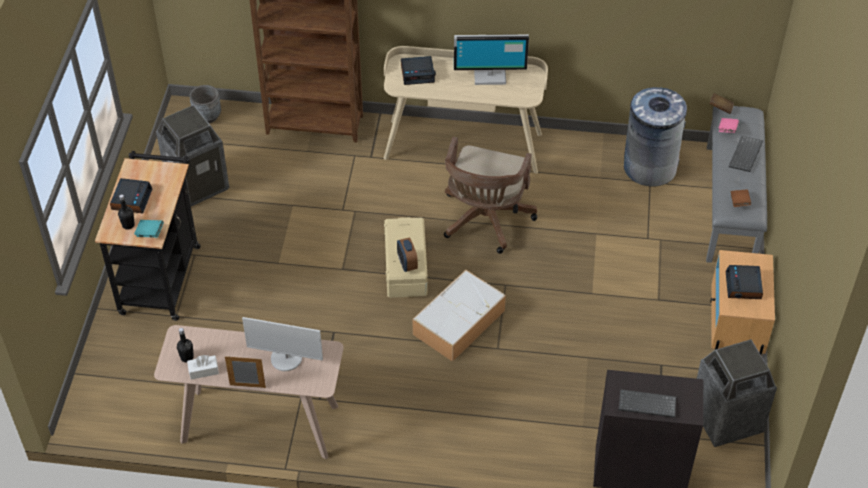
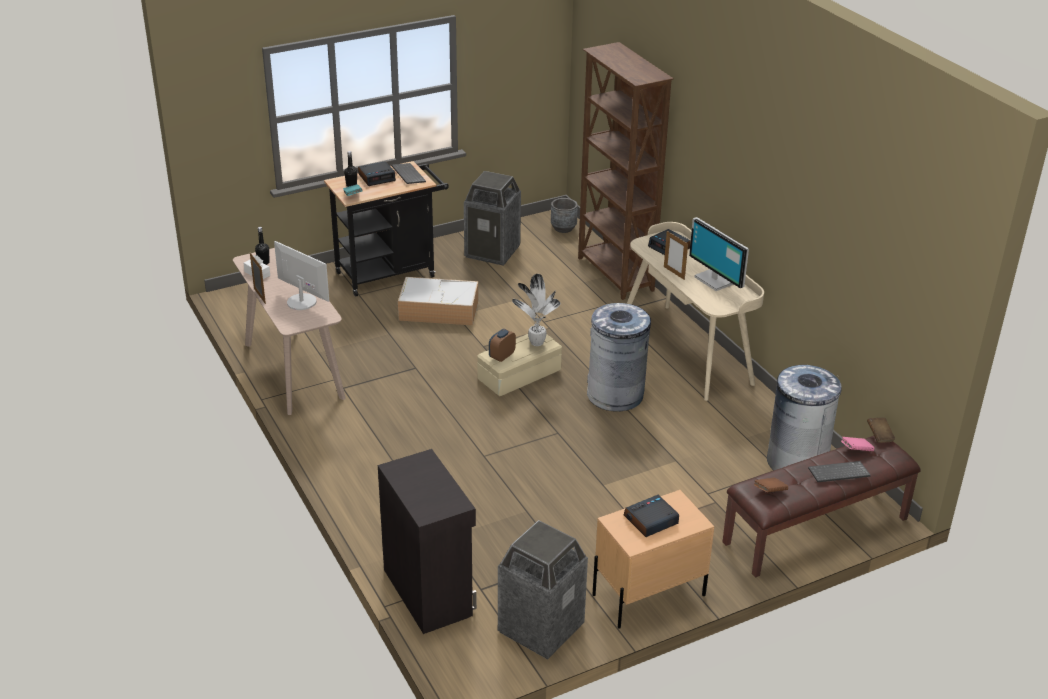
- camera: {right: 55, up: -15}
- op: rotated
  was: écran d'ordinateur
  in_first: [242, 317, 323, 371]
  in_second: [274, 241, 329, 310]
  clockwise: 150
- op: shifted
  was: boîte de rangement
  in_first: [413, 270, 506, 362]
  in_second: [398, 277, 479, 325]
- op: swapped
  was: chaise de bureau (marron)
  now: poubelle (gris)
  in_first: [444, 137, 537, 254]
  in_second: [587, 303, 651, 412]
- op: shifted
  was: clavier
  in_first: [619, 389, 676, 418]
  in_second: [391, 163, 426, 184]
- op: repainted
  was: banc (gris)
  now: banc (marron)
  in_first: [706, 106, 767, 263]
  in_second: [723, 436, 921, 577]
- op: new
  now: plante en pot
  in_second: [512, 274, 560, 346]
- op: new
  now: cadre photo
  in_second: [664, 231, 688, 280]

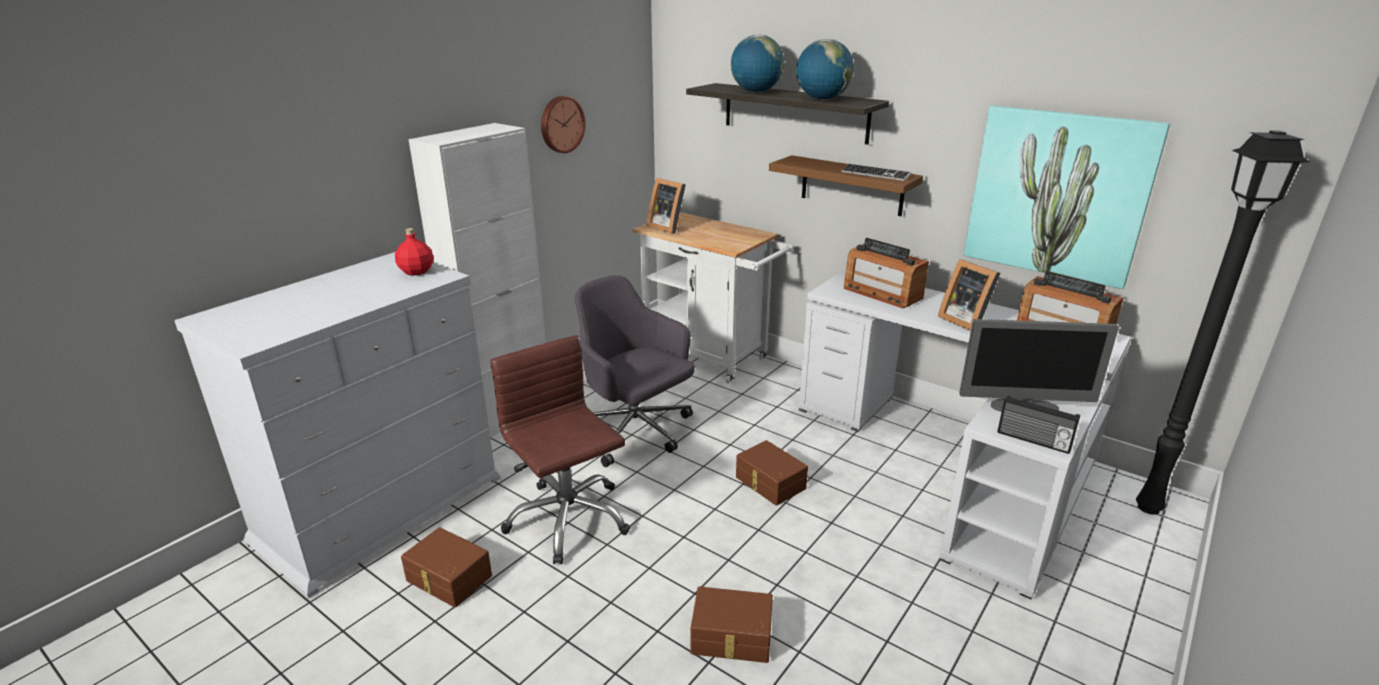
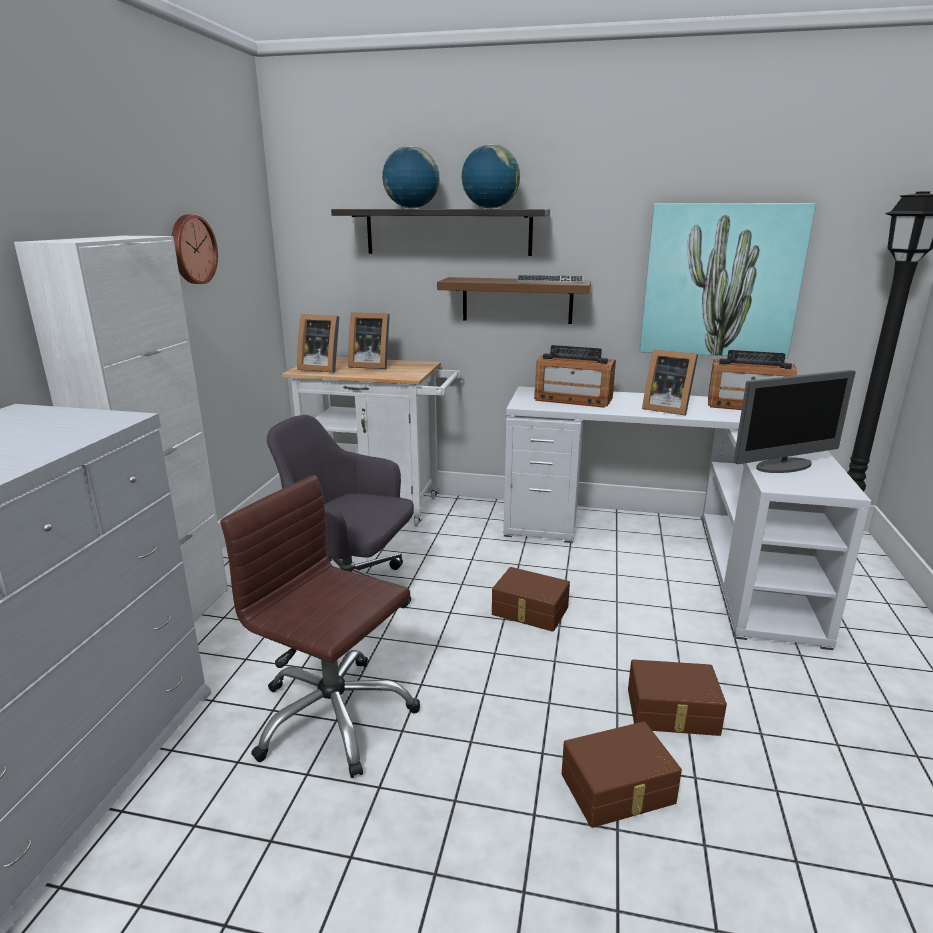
- camera: {right: -25, up: -5}
- op: gone
  was: bouteille (rouge)
  in_first: [395, 228, 433, 276]
- op: shifted
  was: boîte de rangement (marron)
  in_first: [401, 527, 492, 607]
  in_second: [628, 659, 727, 736]
- op: gone
  was: radio
  in_first: [997, 395, 1080, 454]
- op: new
  now: cadre photo
  in_second: [348, 313, 390, 369]

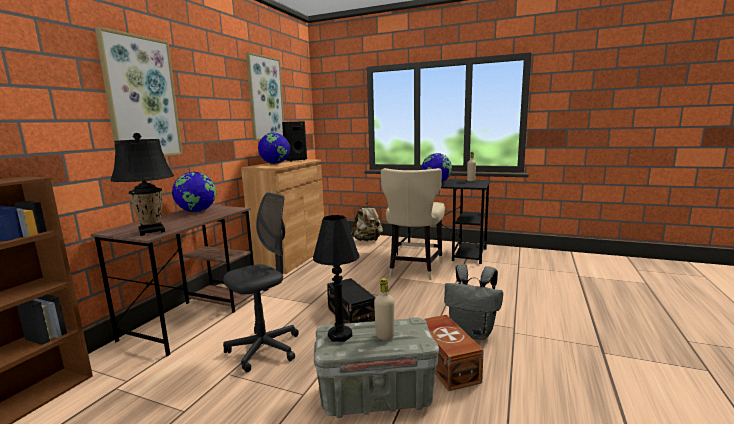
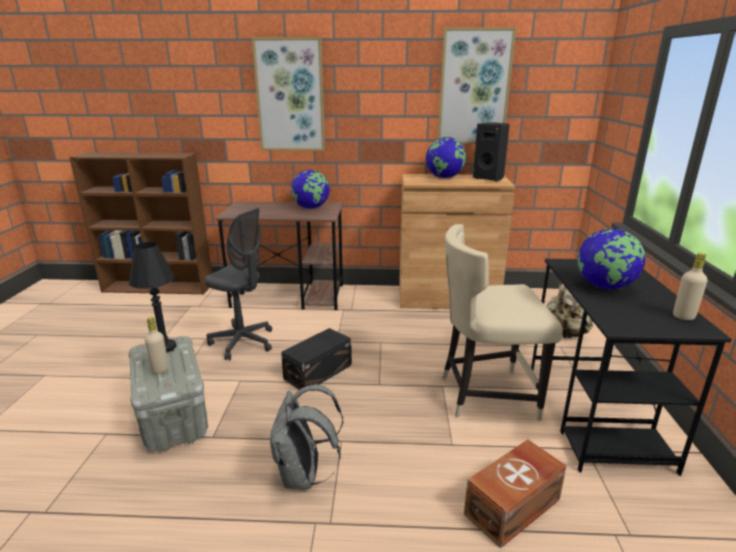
- camera: {right: 70, up: 10}
- op: gone
  was: lampe de table (noir)
  in_first: [110, 133, 174, 236]
- op: shifted
  was: boîte de rangement (marron)
  in_first: [424, 315, 484, 391]
  in_second: [464, 439, 567, 548]

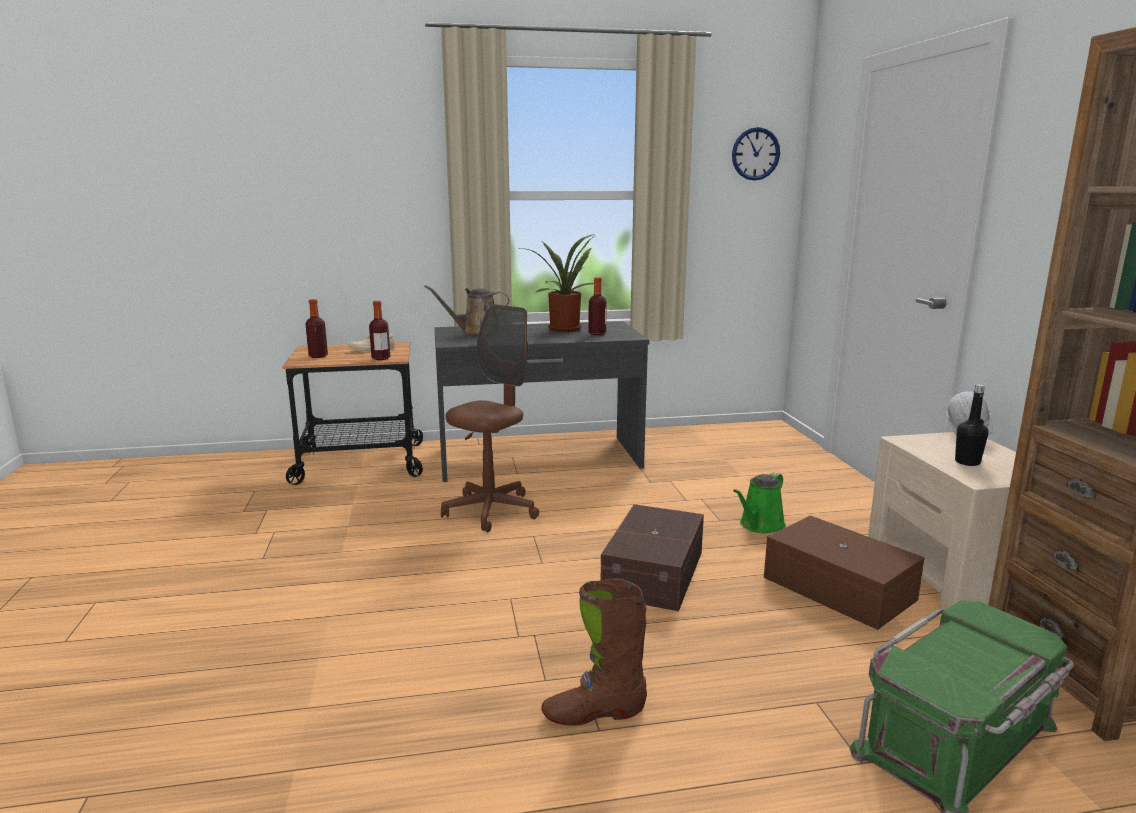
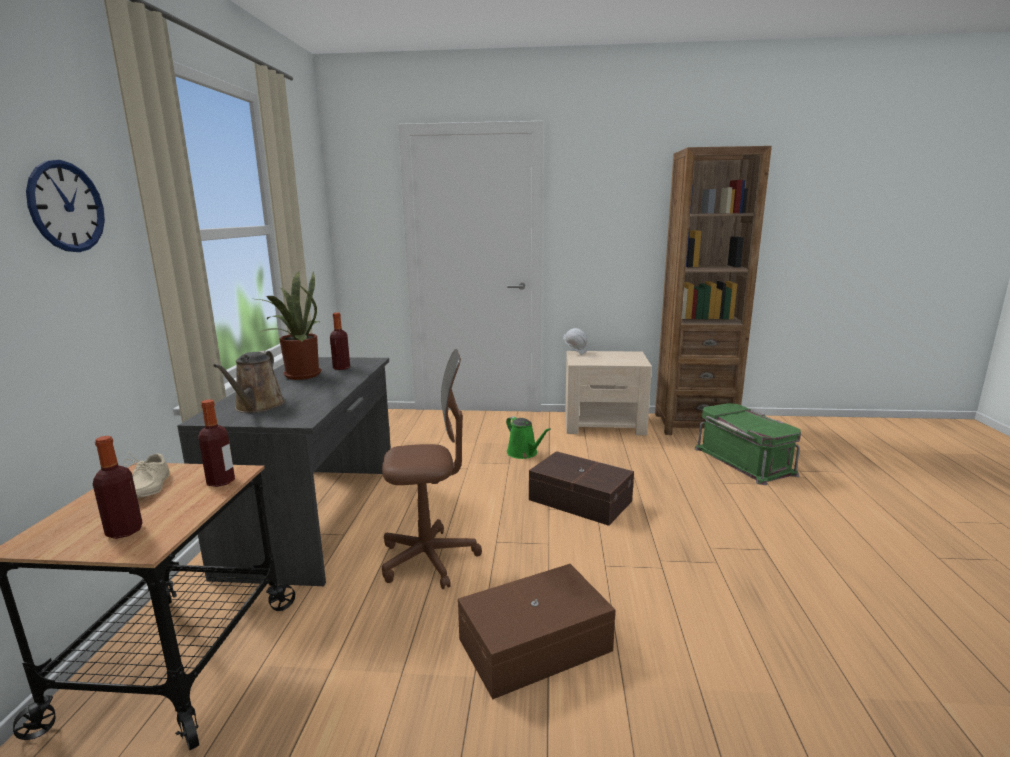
- camera: {right: -75, up: 0}
- op: rotated
  was: chaise de bureau (marron)
  in_first: [441, 304, 539, 532]
  in_second: [382, 349, 482, 589]
  clockwise: 120
- op: gone
  was: botte (marron)
  in_first: [541, 578, 647, 726]
- op: shifted
  was: horloge murale
  in_first: [732, 127, 780, 181]
  in_second: [26, 160, 105, 252]
- op: shifted
  was: boîte de rangement (marron)
  in_first: [764, 515, 925, 630]
  in_second: [458, 564, 615, 699]
- op: gone
  was: bouteille (noir)
  in_first: [955, 384, 988, 466]

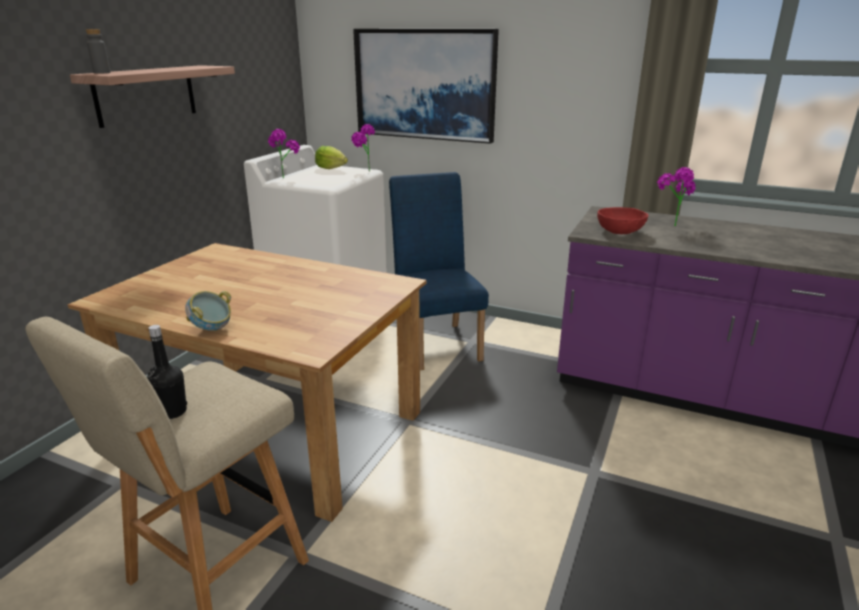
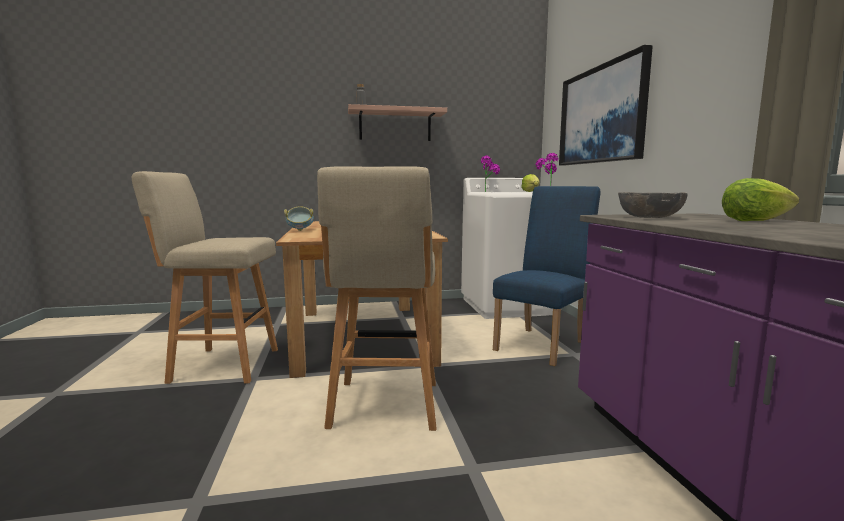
- camera: {right: 55, up: -15}
- op: gone
  was: bouteille (noir)
  in_first: [147, 325, 187, 419]
- op: repainted
  was: bol (rouge)
  now: bol (gris)
  in_first: [597, 207, 648, 234]
  in_second: [618, 192, 687, 218]
- op: swapped
  was: plante en pot
  now: laitue
  in_first: [657, 167, 696, 226]
  in_second: [722, 178, 799, 221]
- op: new
  now: tabouret (beige)
  in_second: [317, 166, 436, 431]

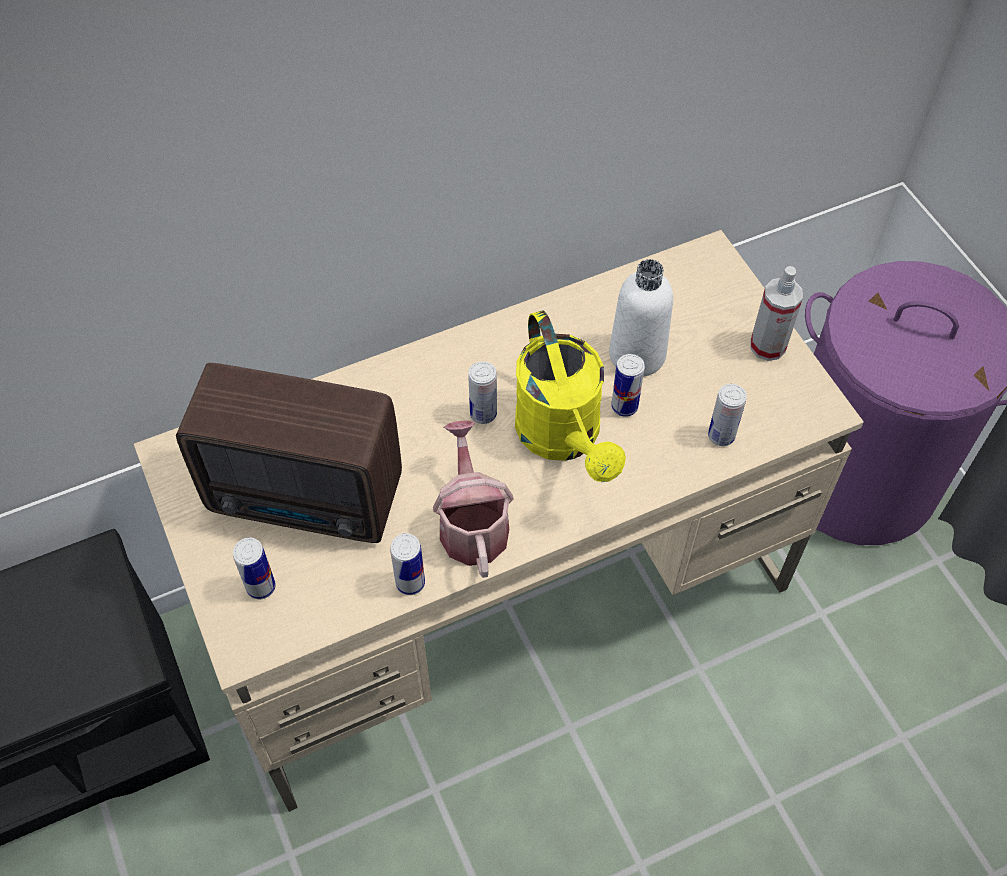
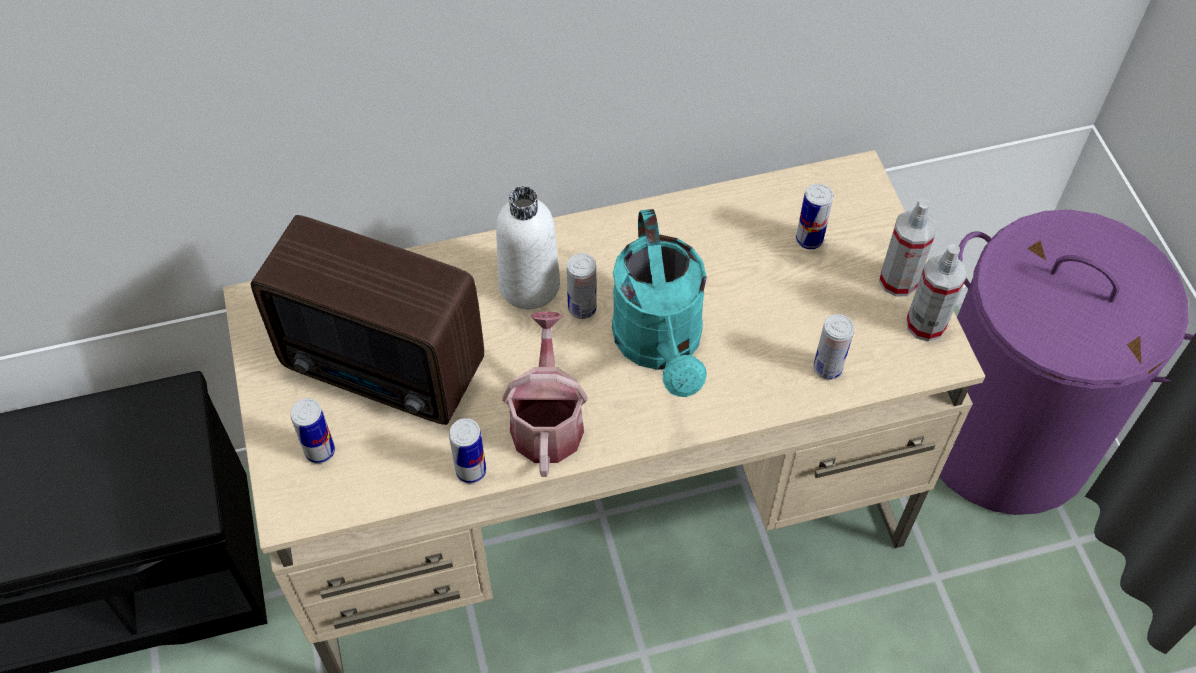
- camera: {right: 10, up: 0}
- op: repainted
  was: arrosoir (jaune)
  now: arrosoir (turquoise)
  in_first: [515, 310, 626, 482]
  in_second: [612, 209, 707, 397]
- op: shifted
  was: bouteille (blanc)
  in_first: [609, 259, 673, 377]
  in_second: [496, 186, 560, 309]
- op: shifted
  was: boîte métallique
  in_first: [611, 354, 645, 417]
  in_second: [796, 183, 834, 249]
- op: new
  now: vaporisateur
  in_second: [906, 244, 967, 342]

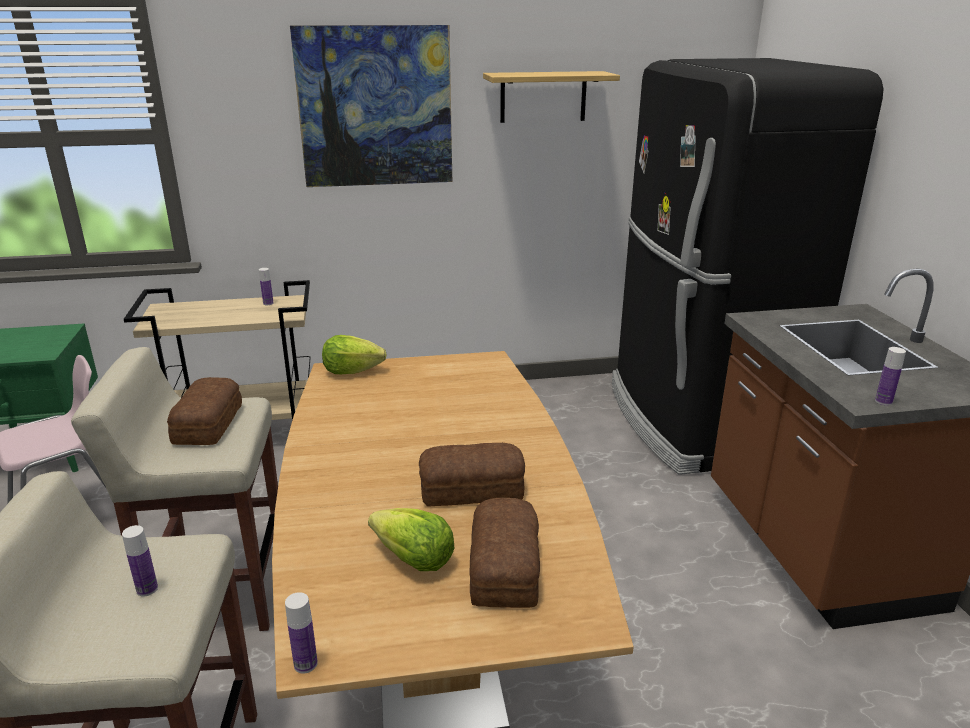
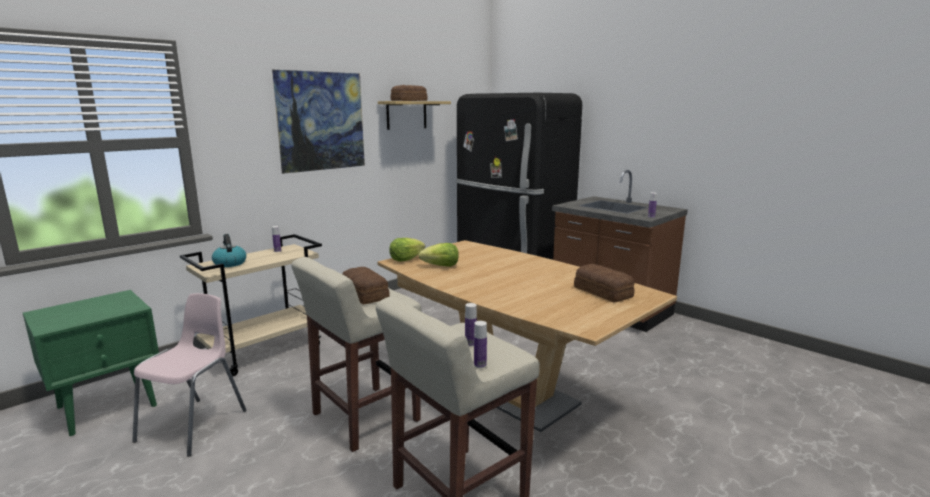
- camera: {right: -35, up: -10}
- op: shifted
  was: bouteille
  in_first: [285, 592, 318, 673]
  in_second: [474, 321, 487, 368]
- op: shifted
  was: laitue
  in_first: [368, 508, 455, 571]
  in_second: [418, 243, 458, 267]
- op: shifted
  was: pain
  in_first: [419, 443, 525, 507]
  in_second: [390, 85, 428, 101]
- op: new
  now: bouilloire
  in_second: [212, 234, 246, 267]

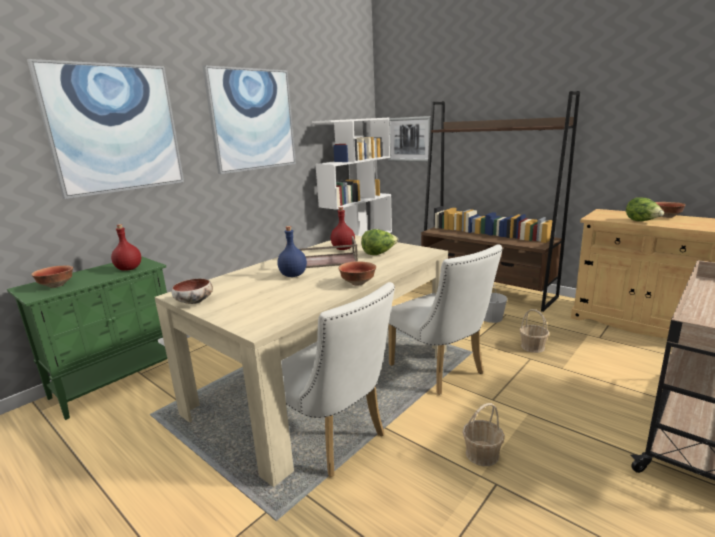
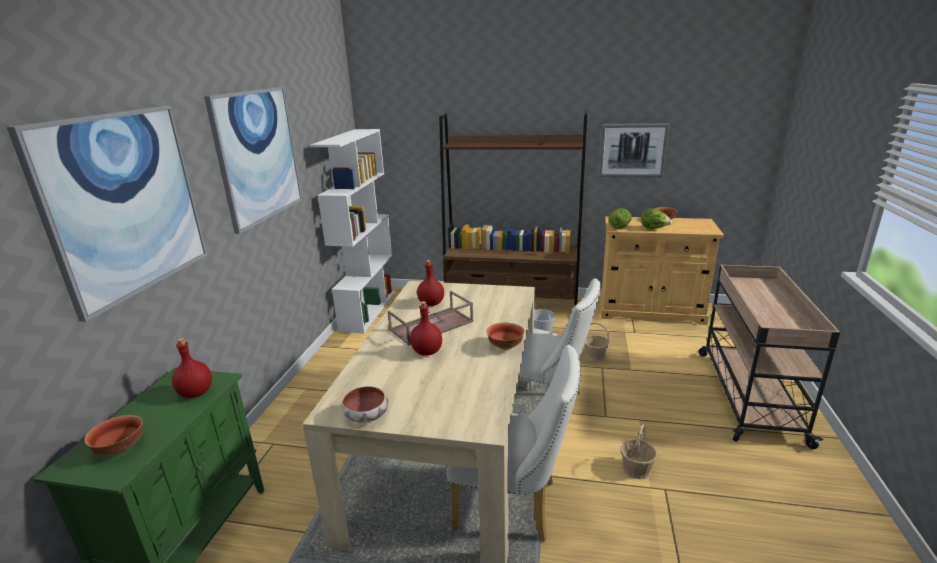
- camera: {right: -30, up: 5}
- op: repainted
  was: bouteille (bleu)
  now: bouteille (rouge)
  in_first: [278, 226, 307, 277]
  in_second: [410, 301, 442, 356]
- op: shifted
  was: laitue
  in_first: [361, 229, 398, 255]
  in_second: [609, 208, 632, 229]
- op: shifted
  was: tableau
  in_first: [388, 116, 432, 162]
  in_second: [599, 123, 670, 178]

